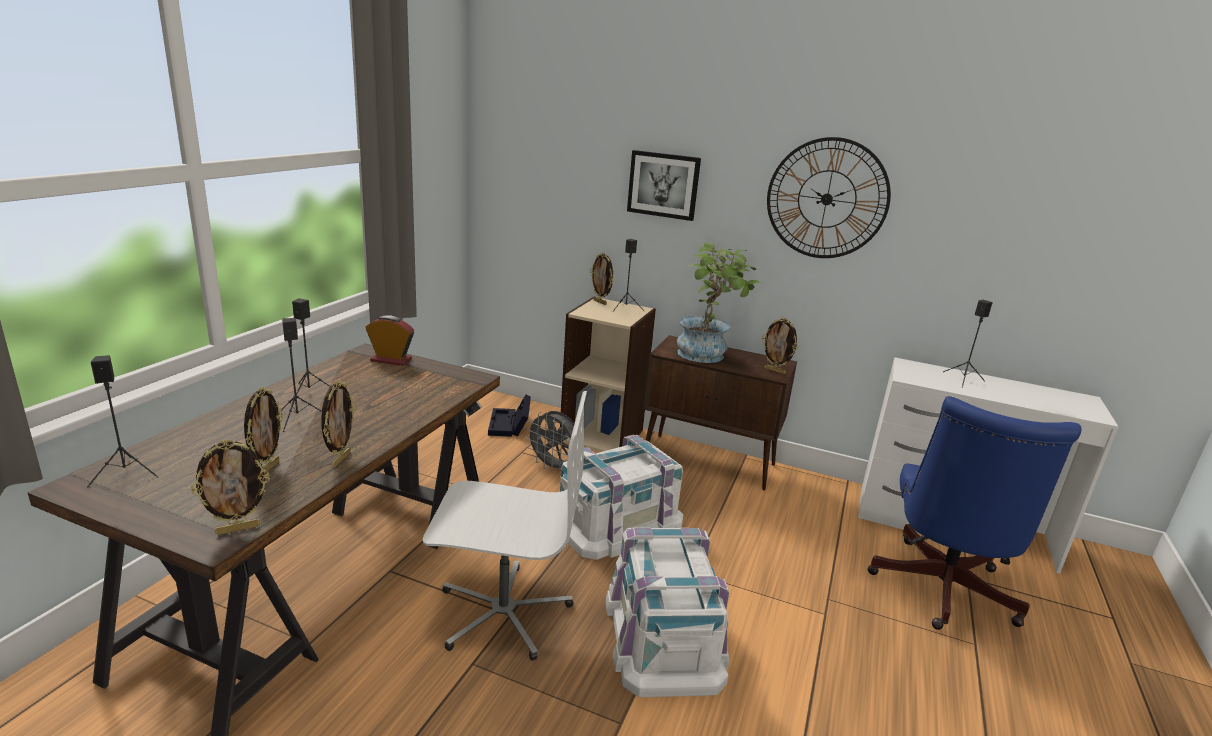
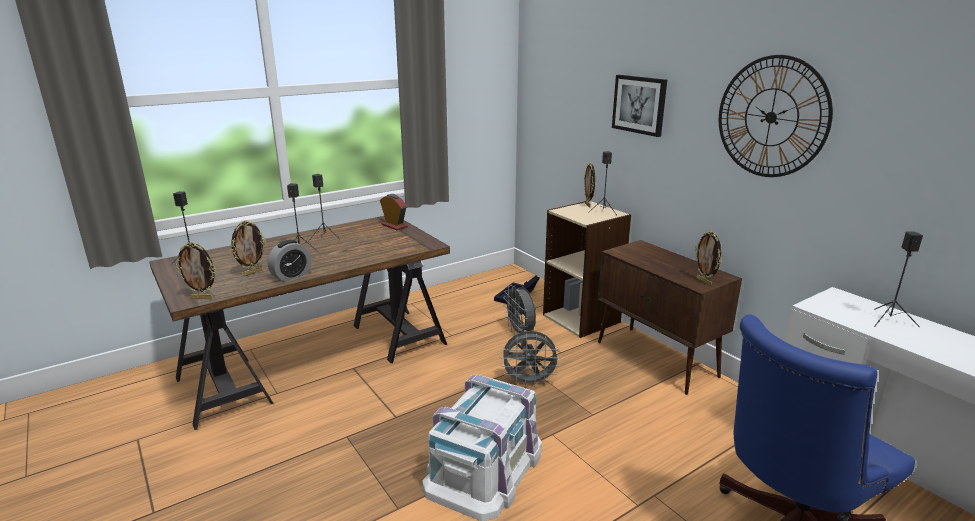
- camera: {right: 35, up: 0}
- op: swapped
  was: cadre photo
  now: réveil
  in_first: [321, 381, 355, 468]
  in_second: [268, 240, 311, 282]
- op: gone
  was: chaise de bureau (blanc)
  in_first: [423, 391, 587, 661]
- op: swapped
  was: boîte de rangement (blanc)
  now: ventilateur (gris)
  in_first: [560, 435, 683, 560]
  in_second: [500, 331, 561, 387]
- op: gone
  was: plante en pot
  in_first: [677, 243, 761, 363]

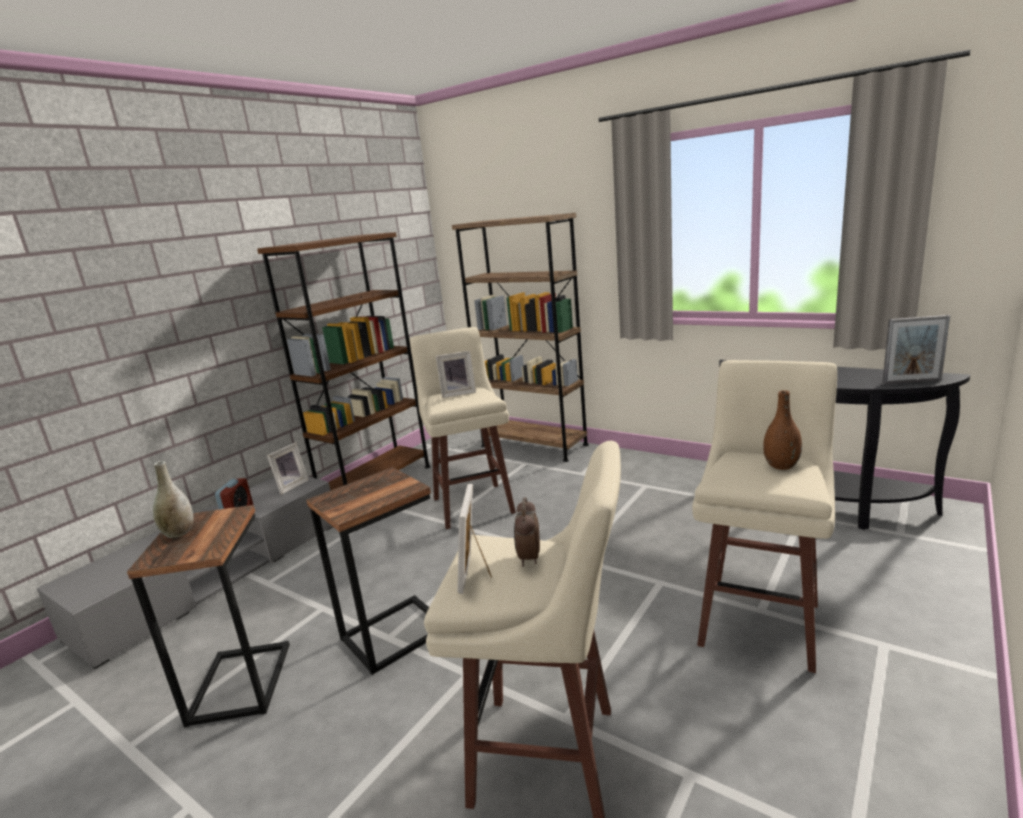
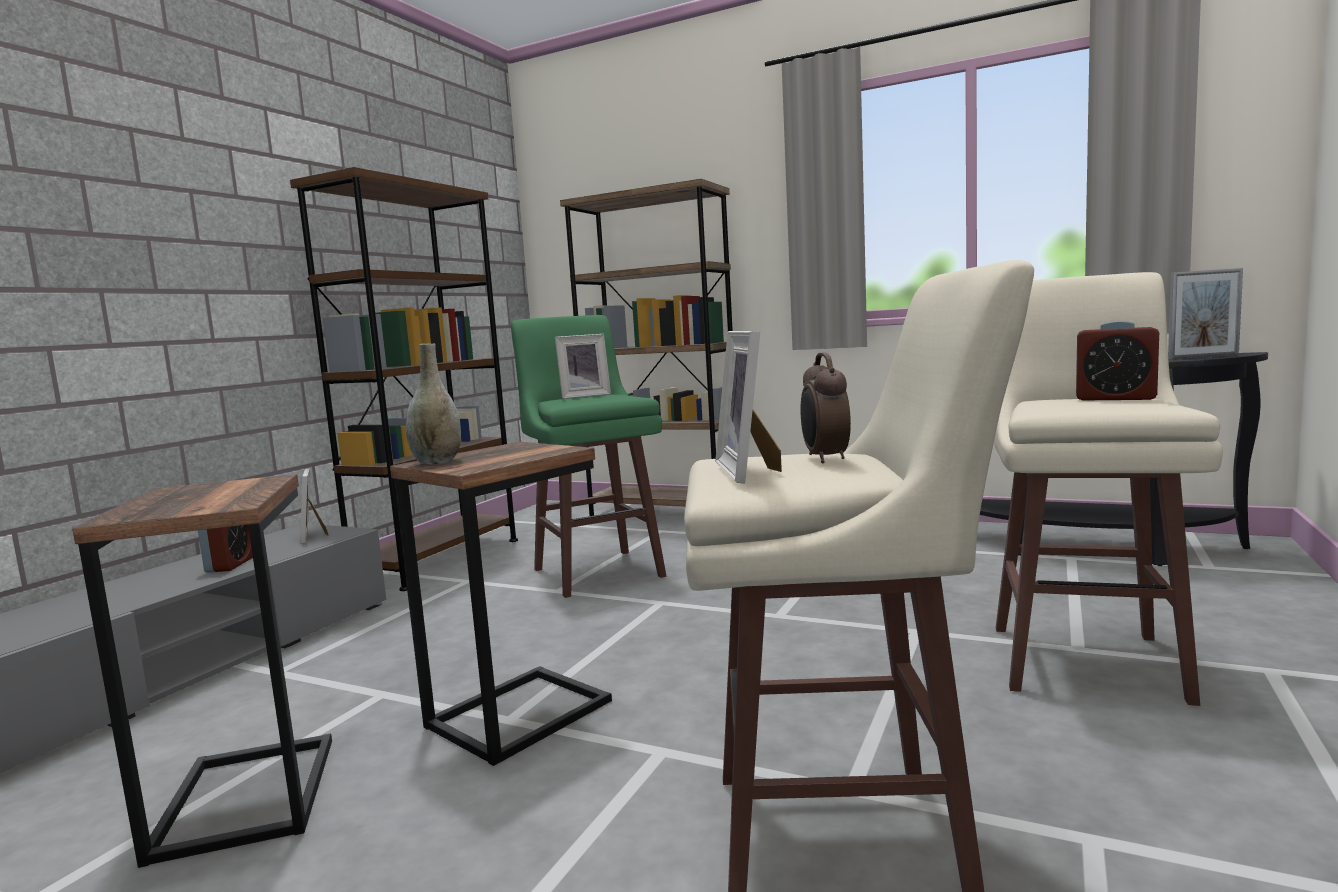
- camera: {right: -10, up: -10}
- op: shifted
  was: vase (gris)
  in_first: [153, 461, 194, 538]
  in_second: [406, 343, 461, 465]
- op: rotated
  was: cadre photo
  in_first: [267, 443, 309, 495]
  in_second: [300, 469, 329, 543]
  clockwise: 135
- op: repainted
  was: tabouret (beige)
  now: tabouret (vert)
  in_first: [410, 327, 516, 529]
  in_second: [511, 315, 667, 598]
- op: swapped
  was: vase (marron)
  now: réveil
  in_first: [763, 390, 802, 470]
  in_second: [1076, 321, 1159, 401]

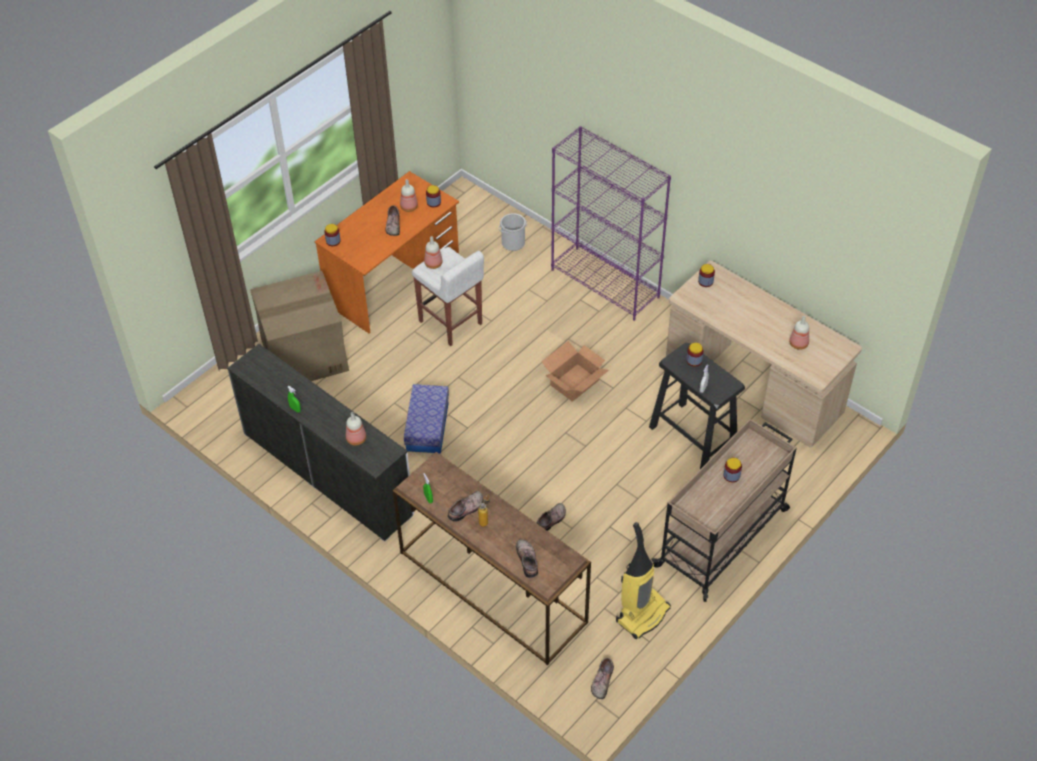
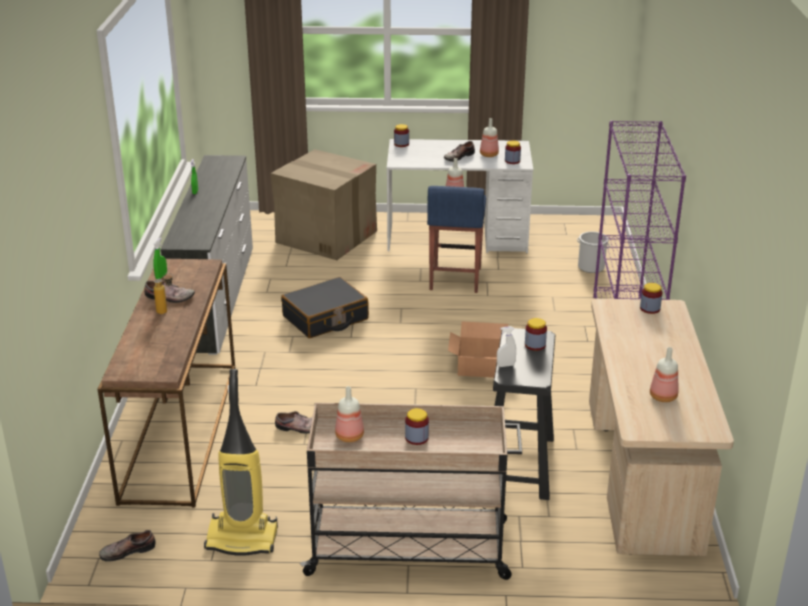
- camera: {right: 50, up: -20}
- op: repainted
  was: bureau (orange)
  now: bureau (blanc)
  in_first: [315, 171, 459, 334]
  in_second: [387, 139, 533, 253]
- op: shifted
  was: bouteille
  in_first: [346, 412, 366, 446]
  in_second: [335, 386, 364, 442]
- op: swapped
  was: boîte de rangement
  now: valise (noir)
  in_first: [404, 384, 449, 454]
  in_second: [281, 277, 369, 338]
- op: repainted
  was: tabouret (blanc)
  now: tabouret (bleu)
  in_first: [412, 247, 484, 346]
  in_second: [427, 186, 486, 293]
- op: gone
  was: chaussure
  in_first: [516, 540, 538, 578]

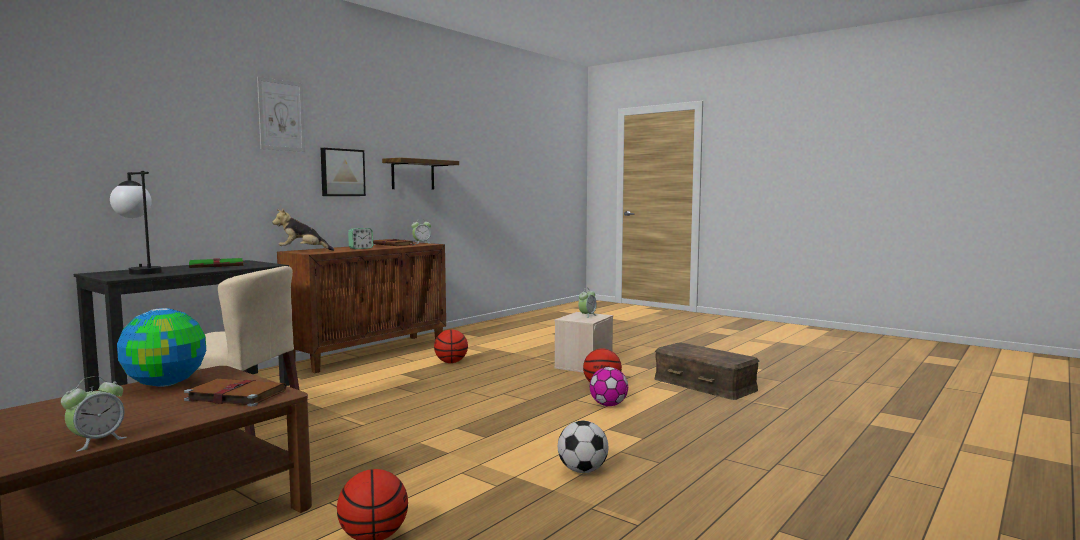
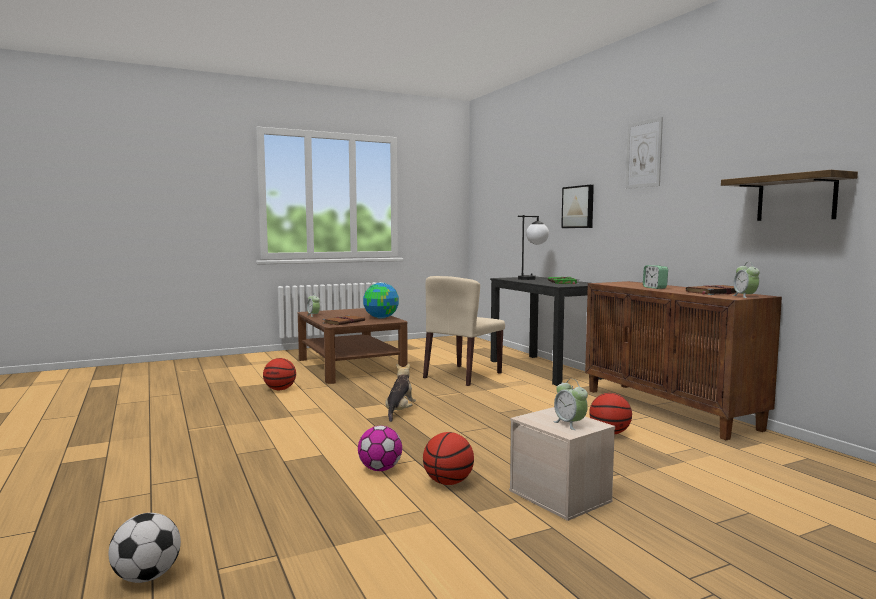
- camera: {right: 115, up: 0}
- op: shifted
  was: peluche
  in_first: [272, 209, 334, 251]
  in_second: [385, 363, 416, 422]
- op: shifted
  was: tableau
  in_first: [321, 148, 366, 196]
  in_second: [561, 185, 594, 228]
- op: shifted
  was: ballon de foot
  in_first: [558, 421, 608, 473]
  in_second: [108, 513, 181, 583]
- op: gone
  was: boîte de rangement (marron)
  in_first: [655, 342, 759, 400]

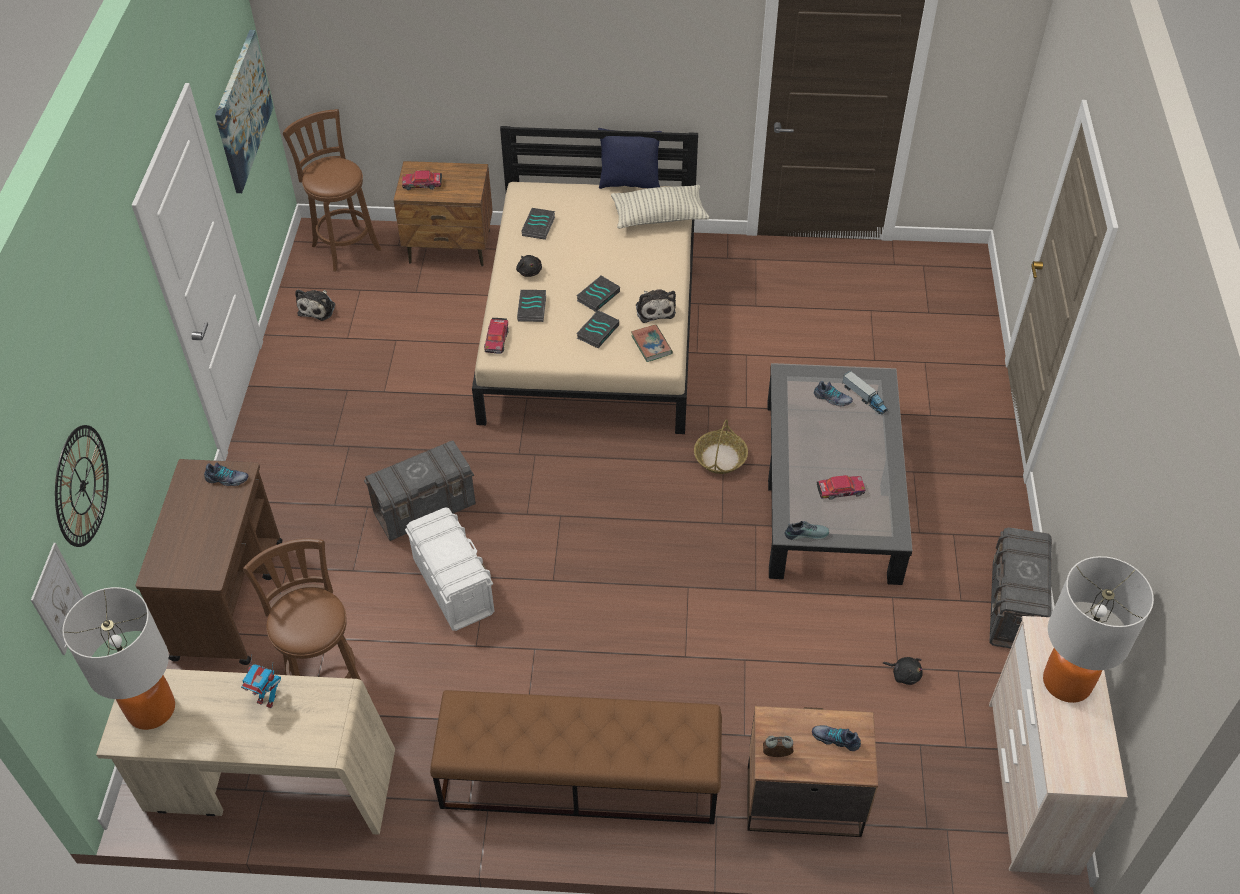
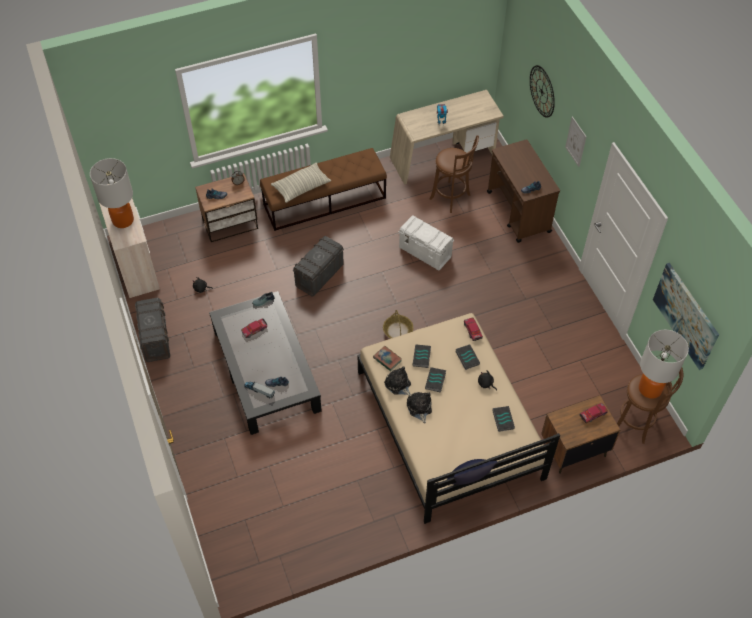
- camera: {right: 155, up: 5}
- op: shifted
  was: tableau
  in_first: [31, 543, 84, 655]
  in_second: [565, 116, 587, 167]
- op: shifted
  was: lampe de table
  in_first: [62, 587, 175, 730]
  in_second: [639, 330, 689, 399]
- op: shifted
  was: peluche
  in_first: [295, 290, 335, 321]
  in_second: [407, 392, 432, 423]
- op: shifted
  was: boîte de rangement (gris)
  in_first: [364, 440, 476, 541]
  in_second: [292, 236, 344, 297]
- op: shifted
  was: coussin
  in_first: [611, 185, 710, 229]
  in_second: [271, 163, 331, 203]
- op: shifted
  was: panier
  in_first: [694, 419, 748, 474]
  in_second: [383, 310, 414, 339]

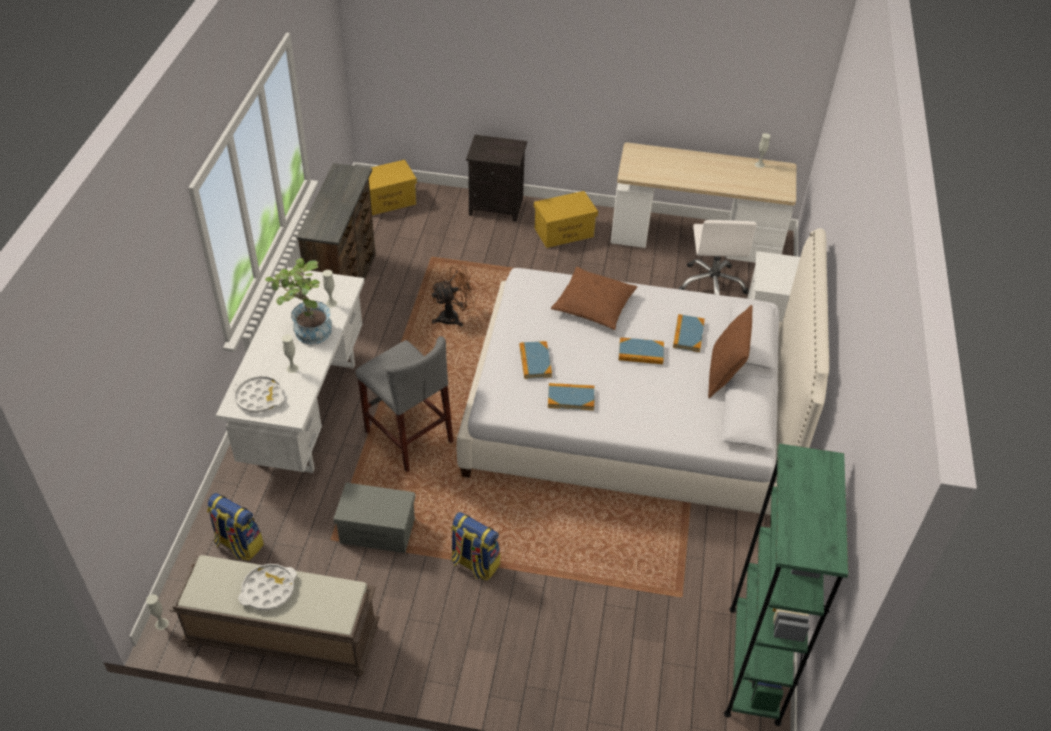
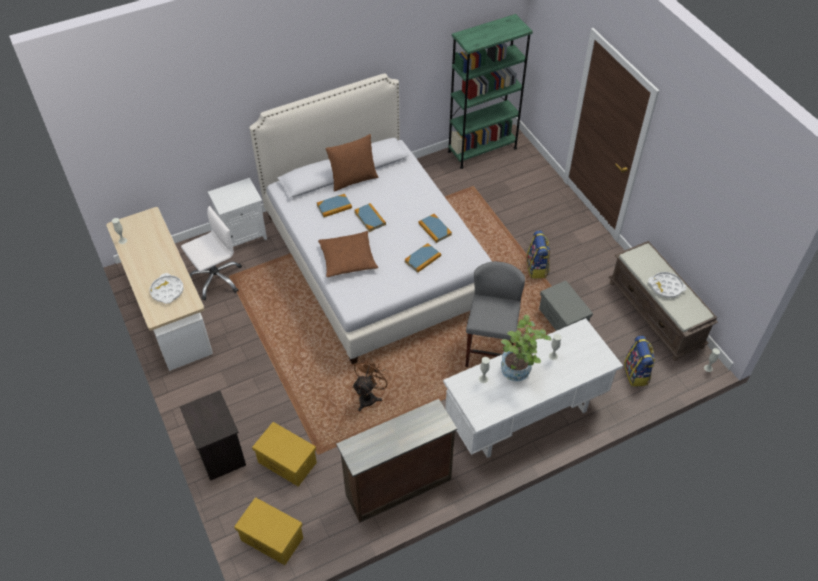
- camera: {right: -125, up: 5}
- op: shifted
  was: plateau (blanc)
  in_first: [233, 376, 284, 413]
  in_second: [150, 273, 184, 304]
- op: rotated
  was: ventilateur (marron)
  in_first: [431, 265, 476, 326]
  in_second: [352, 357, 391, 411]
  clockwise: 90
- op: shifted
  was: boîte de rangement (jaune)
  in_first: [534, 191, 598, 248]
  in_second: [252, 422, 317, 486]

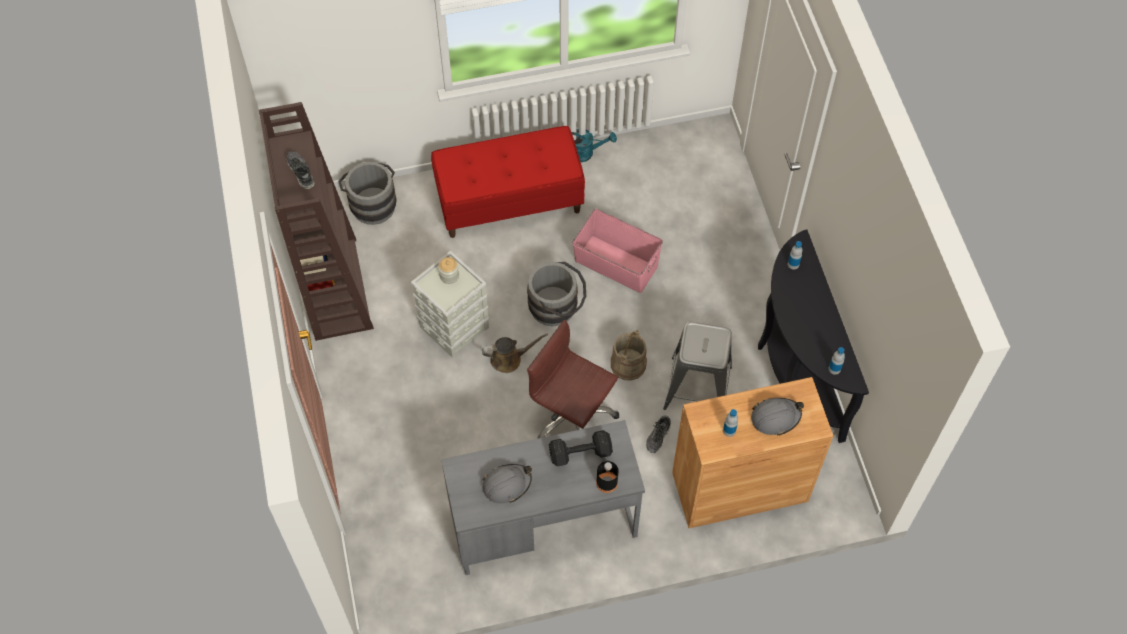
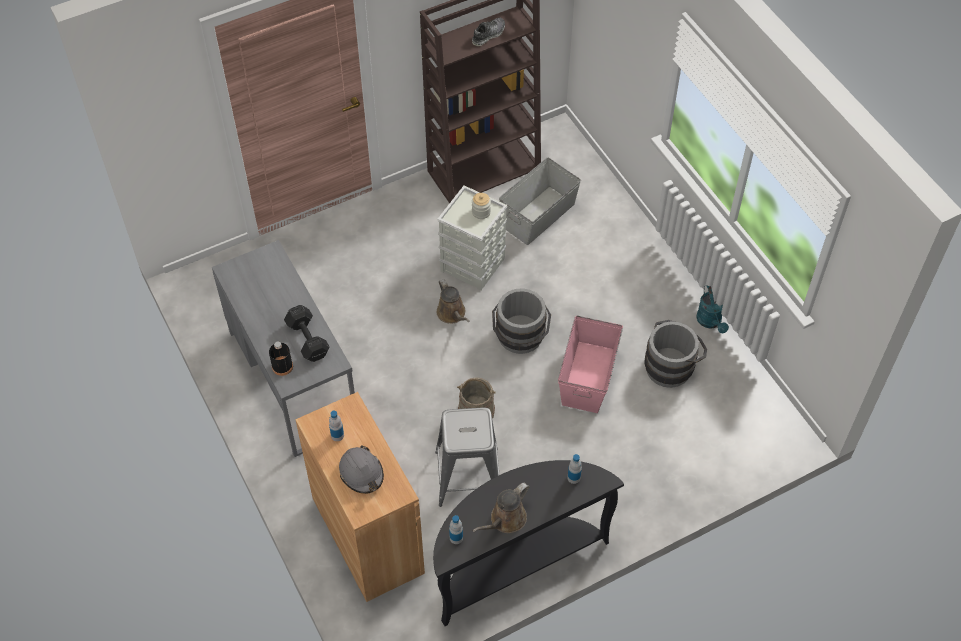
- camera: {right: 75, up: -5}
- op: shifted
  was: seau (gris)
  in_first: [338, 162, 397, 225]
  in_second: [644, 320, 707, 388]
- op: gone
  was: banc (rouge)
  in_first: [431, 126, 585, 238]
- op: gone
  was: casque de chantier (gris)
  in_first: [482, 464, 532, 504]
- op: gone
  was: chaise de bureau (marron)
  in_first: [527, 320, 619, 439]
- op: gone
  was: chaussure
  in_first: [646, 416, 671, 453]
- op: new
  now: arrosoir (marron)
  in_second: [472, 483, 529, 533]
- op: new
  now: boîte de rangement (gris)
  in_second: [499, 158, 581, 245]

